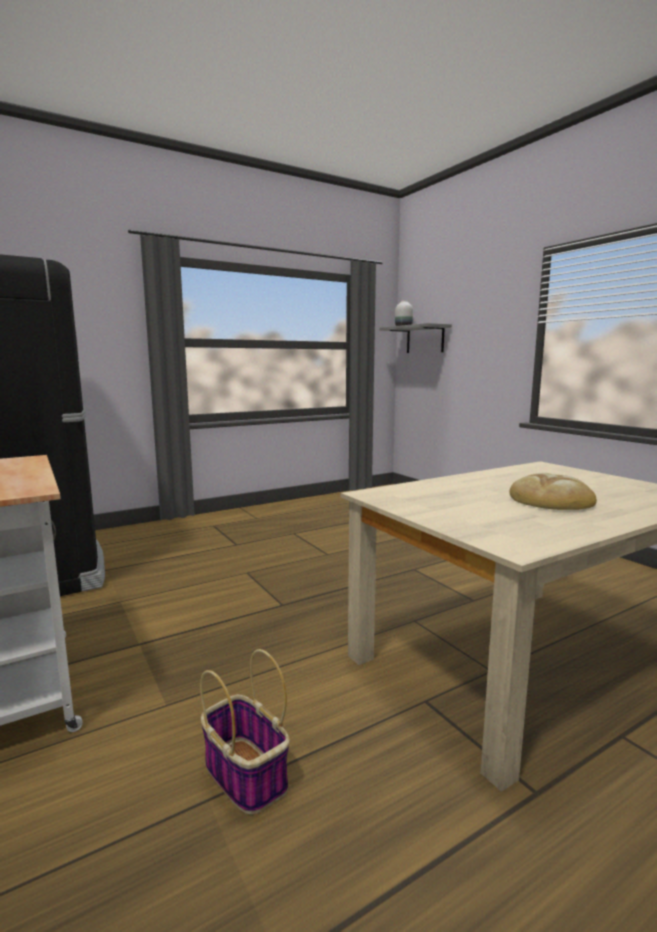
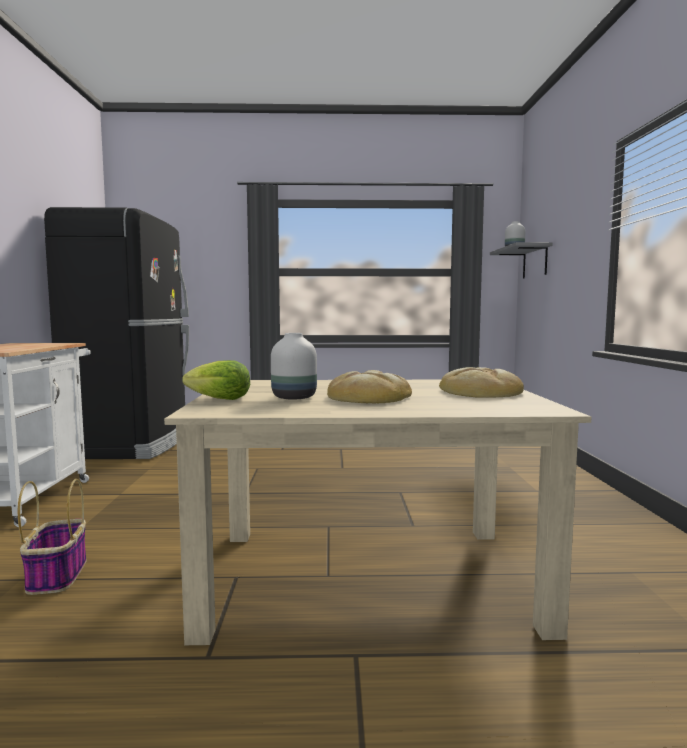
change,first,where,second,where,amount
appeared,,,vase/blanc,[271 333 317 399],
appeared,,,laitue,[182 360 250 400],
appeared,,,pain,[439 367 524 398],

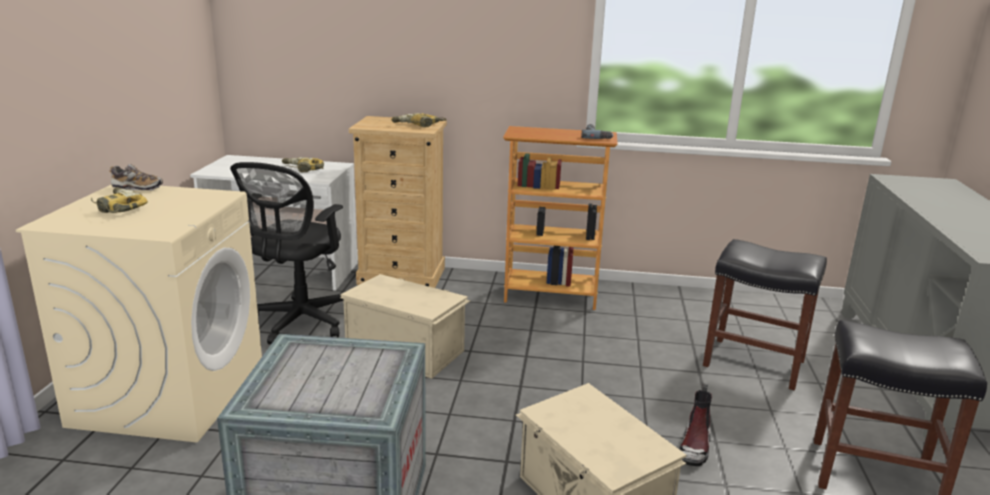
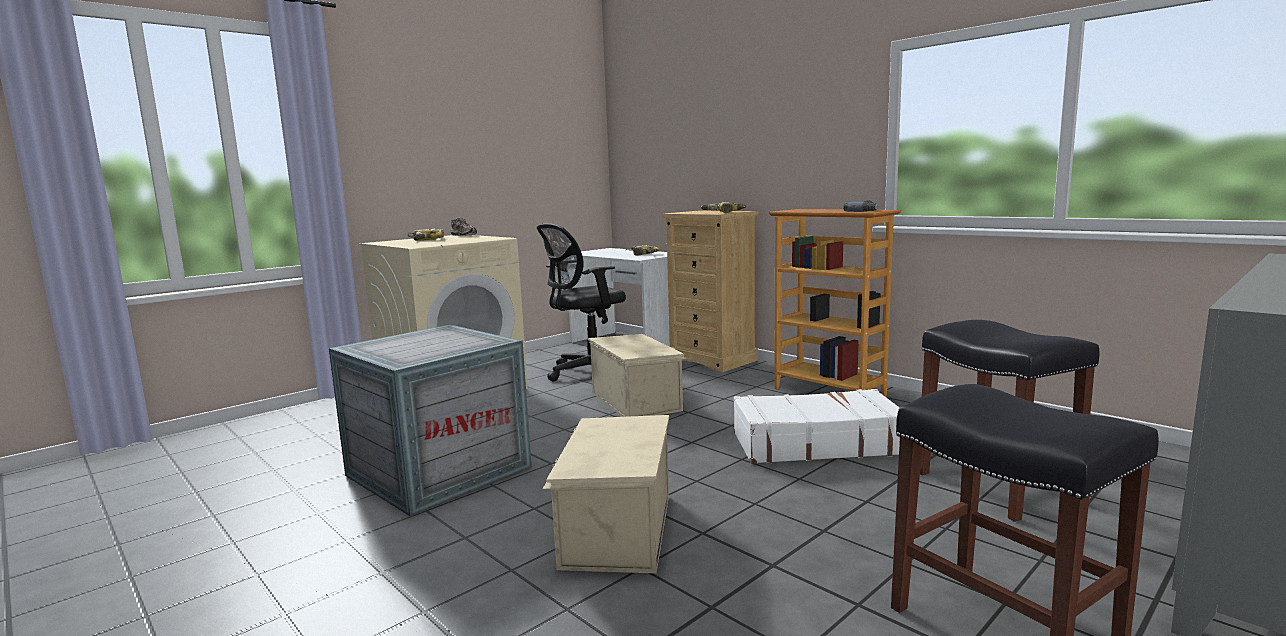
change,first,where,second,where,amount
missing,botte,[679 383 712 466],,,
appeared,,,valise/blanc,[734 389 900 464],

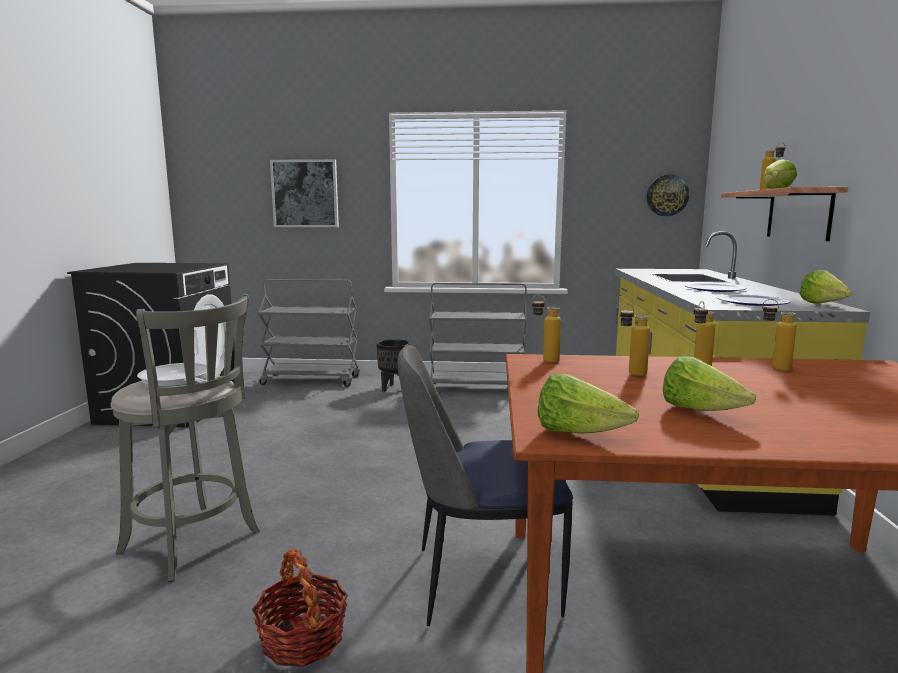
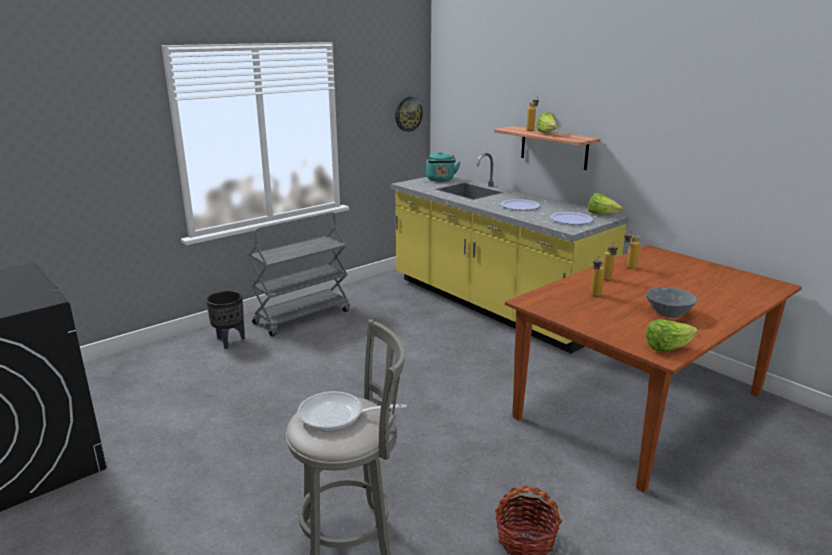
change,first,where,second,where,amount
missing,tableau,[270 159 339 227],,,
missing,chariot/gris,[258 279 360 387],,,
missing,bouteille,[532 295 561 363],,,
missing,chaise,[397 345 573 626],,,
exchanged,laitue,[663 357 756 411],bol/gris,[646 287 697 318],
appeared,,,bouilloire/turquoise,[426 152 461 181],

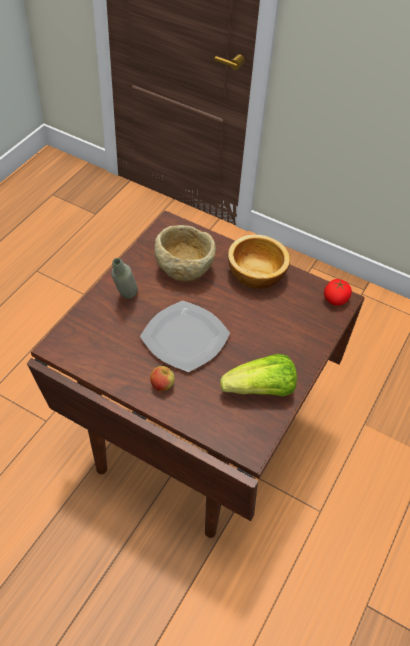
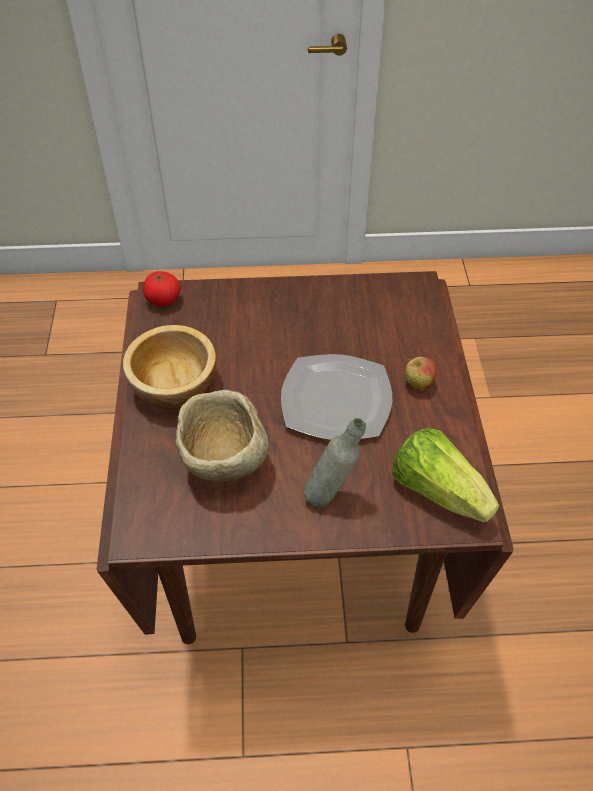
change,first,where,second,where,amount
relocated,laitue,[220 354 297 396],,[392 428 499 522],

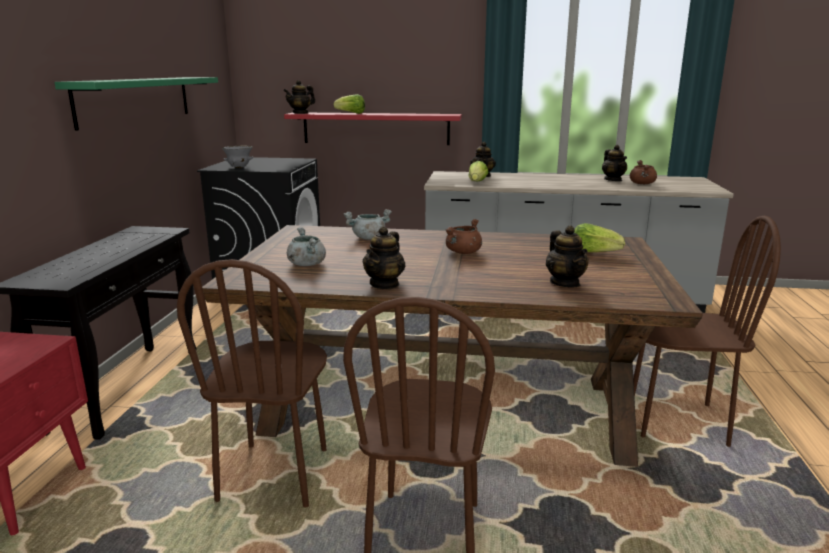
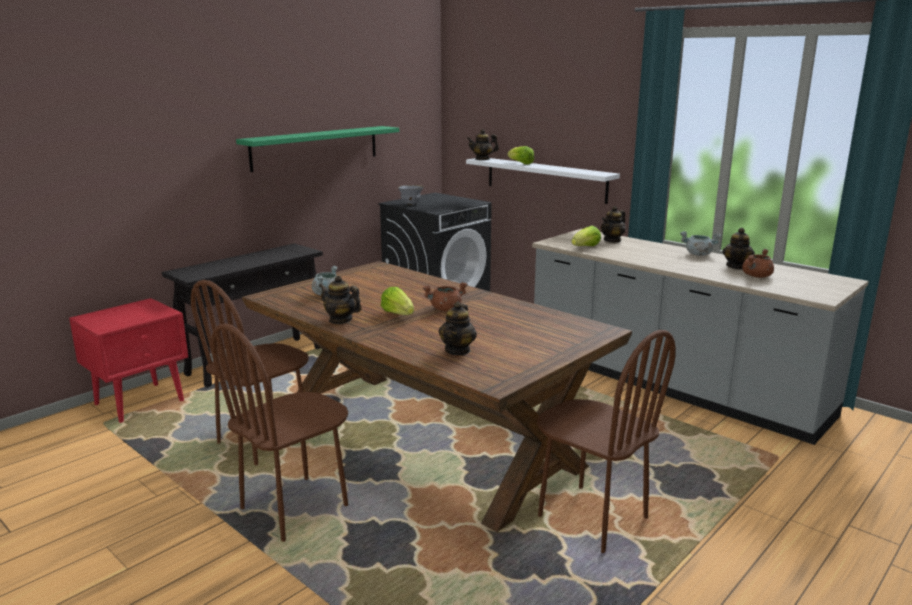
change,first,where,second,where,amount
colour,étagère/rouge,[284 113 462 145],étagère/blanc,[466 158 620 204],
relocated,marmite/gris,[344 209 392 240],,[680 231 721 256],
relocated,laitue,[574 223 625 252],,[381 287 414 315],
spun,théière,[363 226 405 289],,[319 275 362 324],60 degrees clockwise

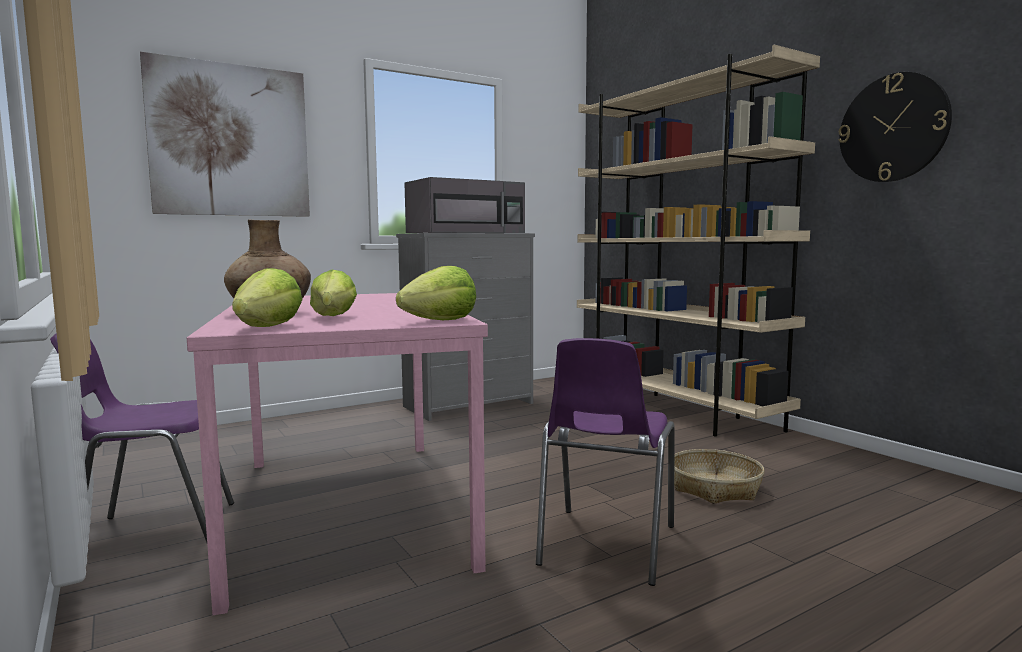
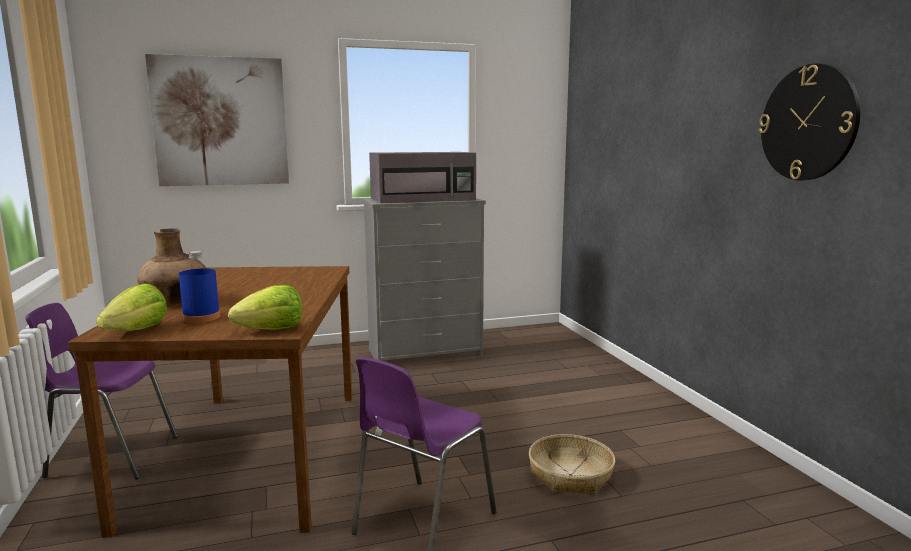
change,first,where,second,where,amount
missing,bibliothèque/beige,[577 44 820 437],,,
exchanged,laitue,[310 270 357 316],bouteille/bleu,[179 251 220 323],
colour,table à manger/rose,[187 293 488 615],table à manger/marron,[68 266 352 538],

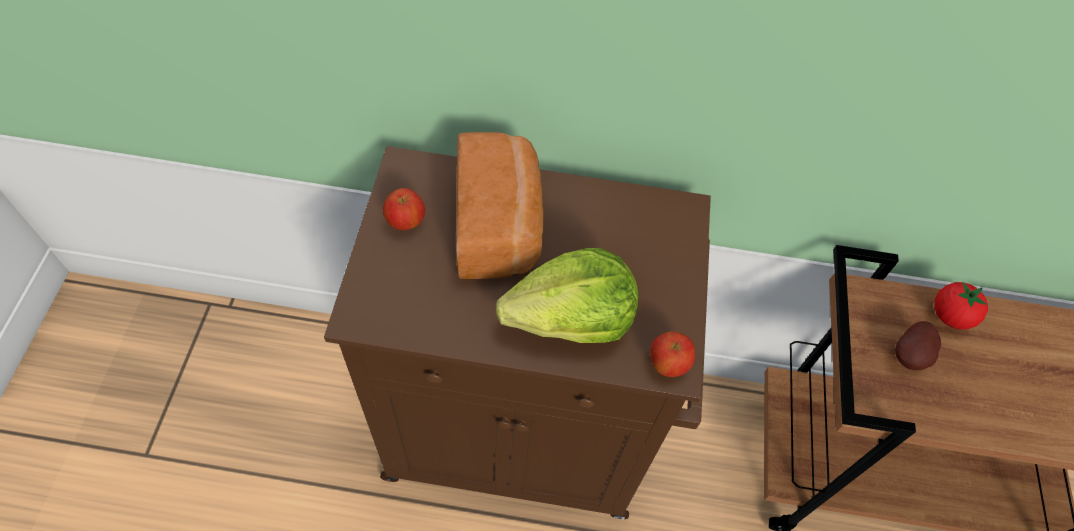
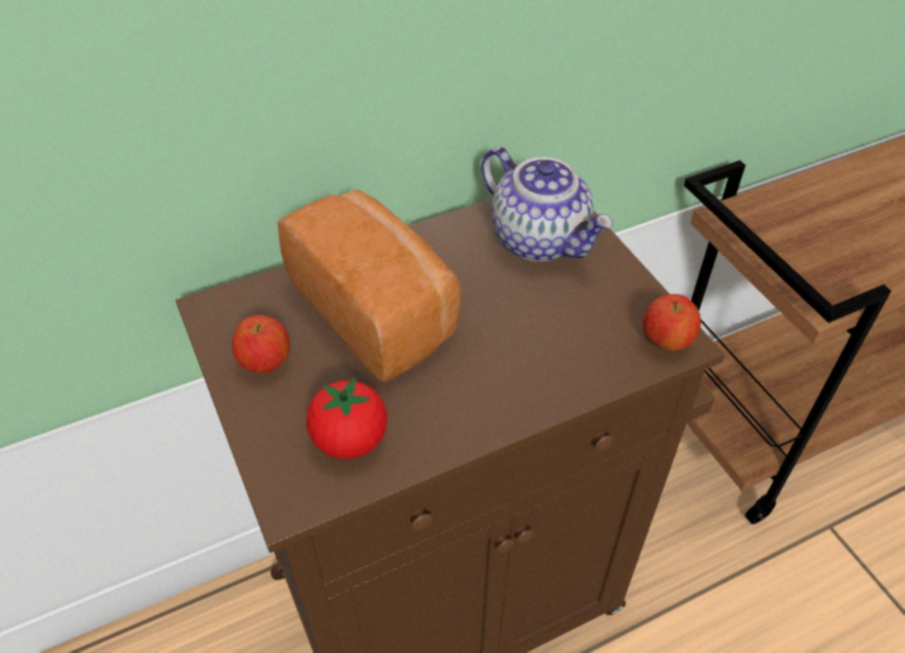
change,first,where,second,where,amount
missing,laitue,[496 248 639 343],,,
relocated,tomate,[934 282 988 329],,[306 377 388 459],
missing,pomme de terre,[895 321 941 370],,,
appeared,,,théière,[481 147 613 262],

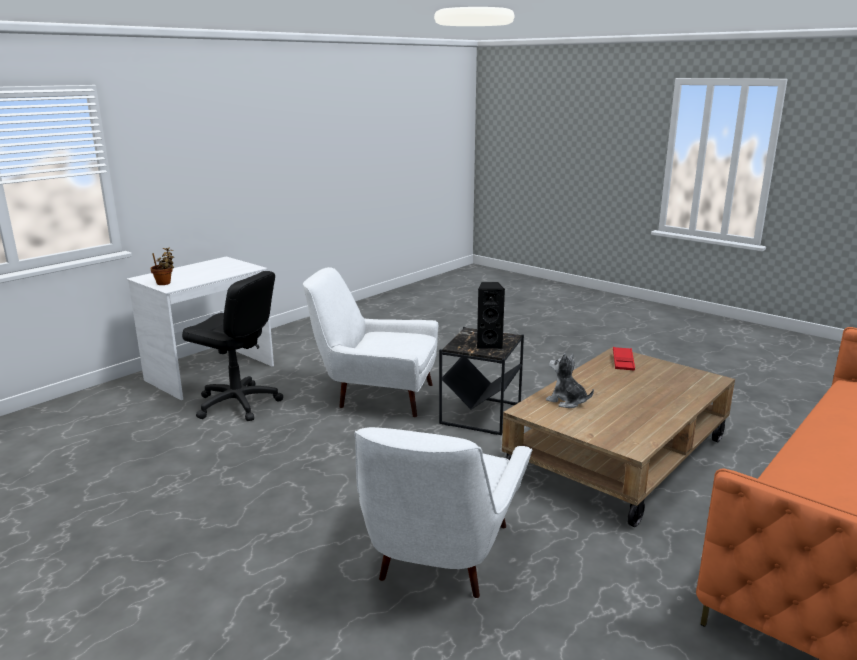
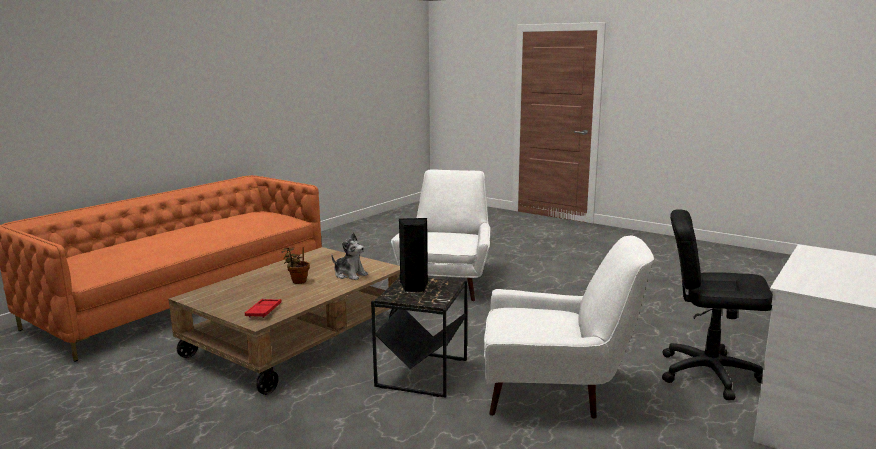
change,first,where,second,where,amount
relocated,plante en pot,[150 247 174 285],,[281 246 310 284],

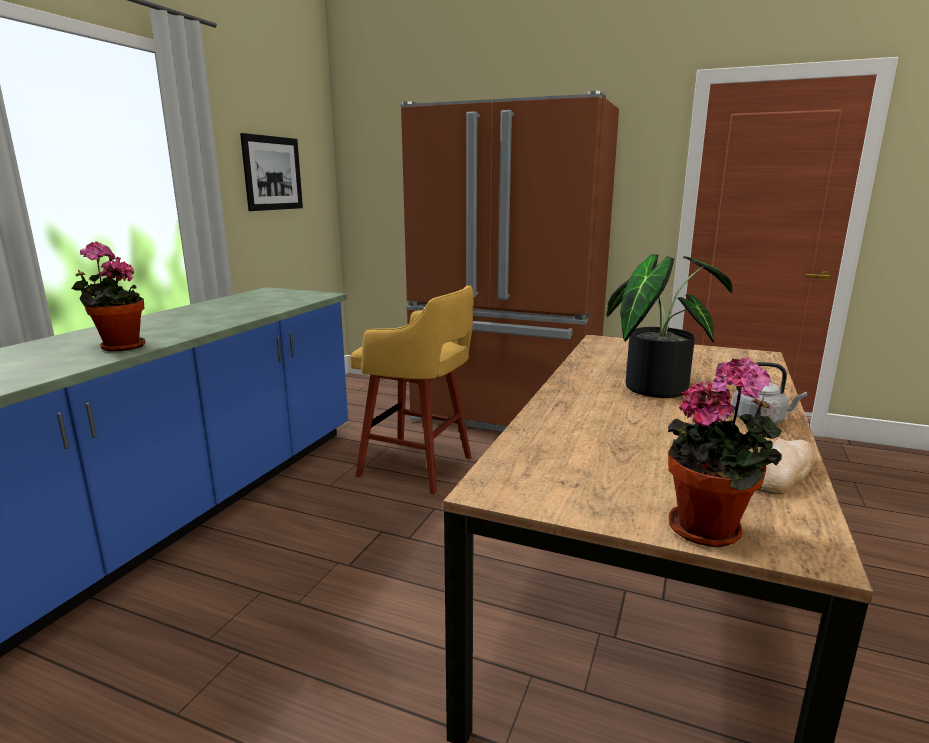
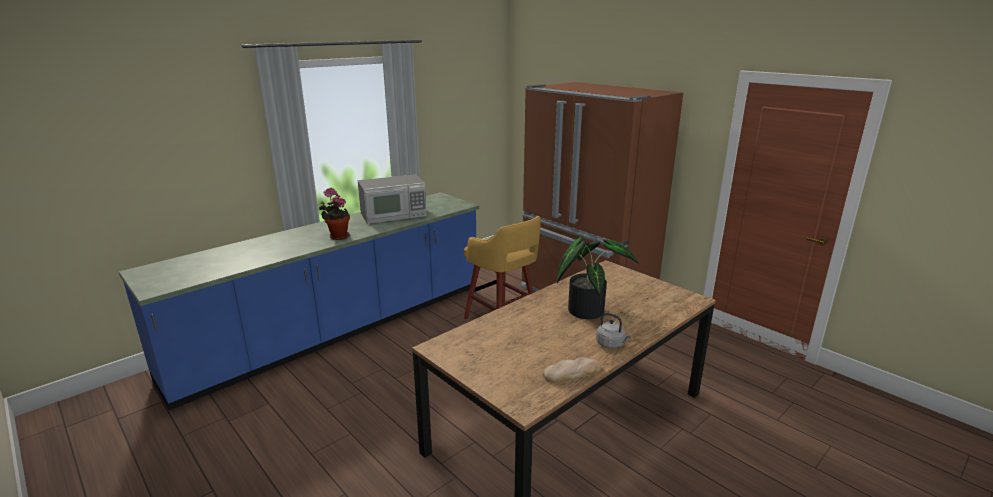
change,first,where,second,where,amount
missing,tableau,[240 133 303 211],,,
missing,plante en pot,[668 357 782 547],,,
appeared,,,micro-ondes,[357 174 427 224],

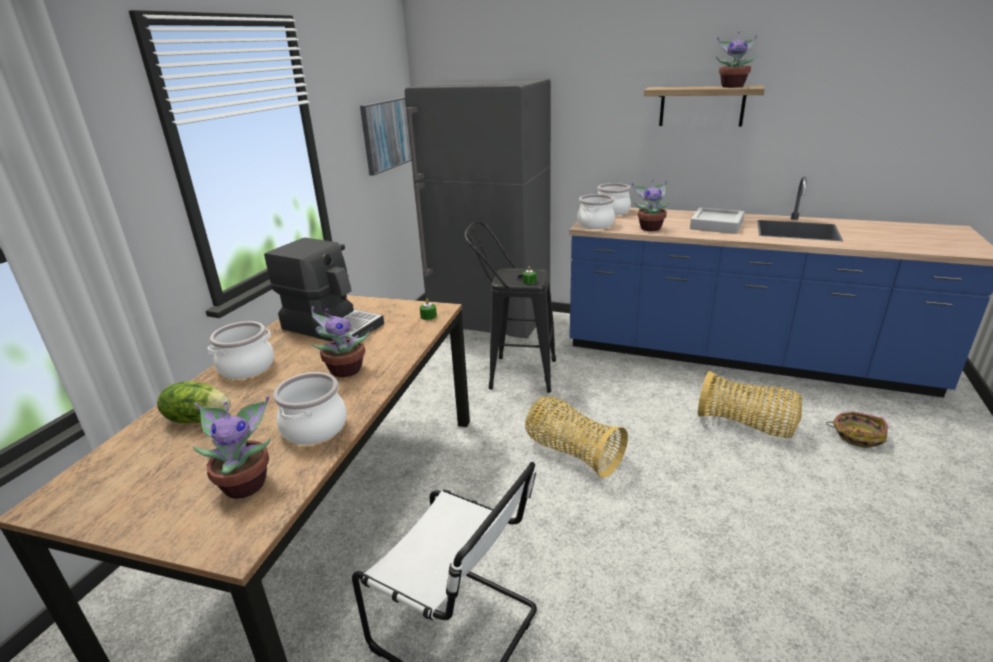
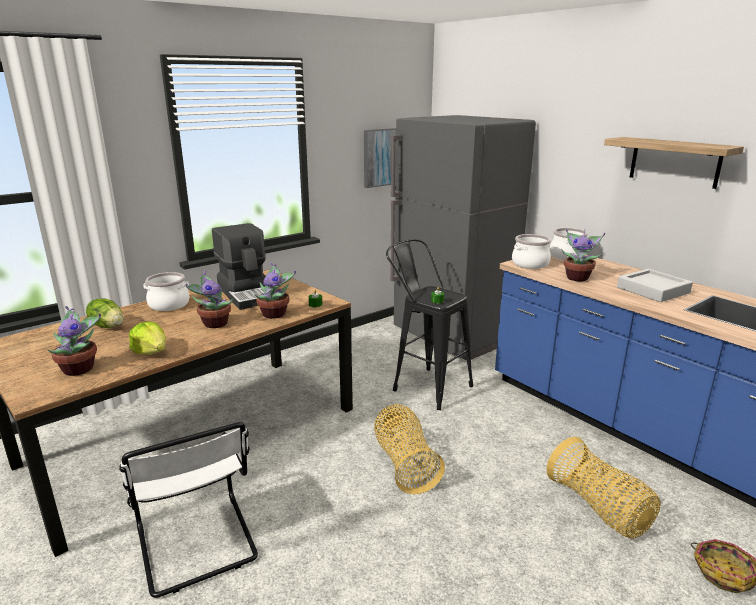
change,first,where,second,where,amount
relocated,plante en pot,[716 32 757 88],,[254 263 296 319],
exchanged,marmite,[273 372 347 445],laitue,[129 321 166 355],

